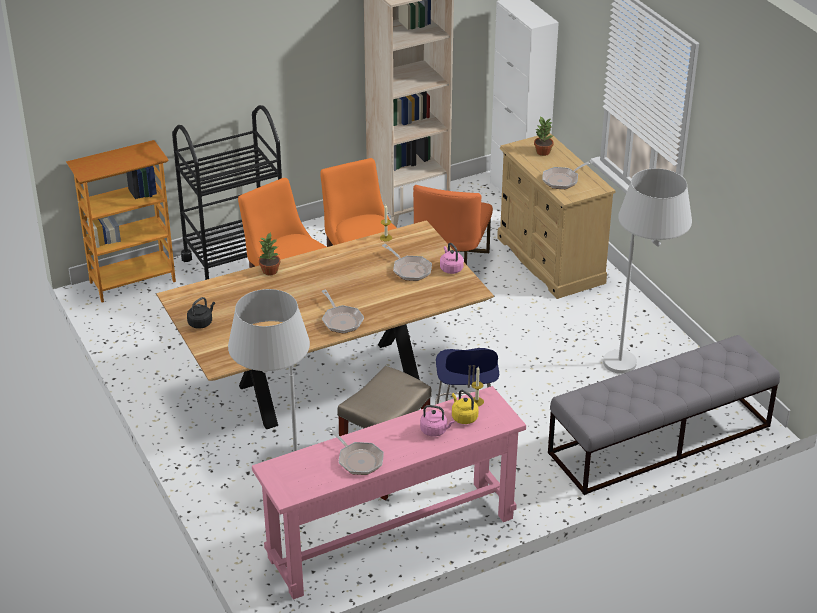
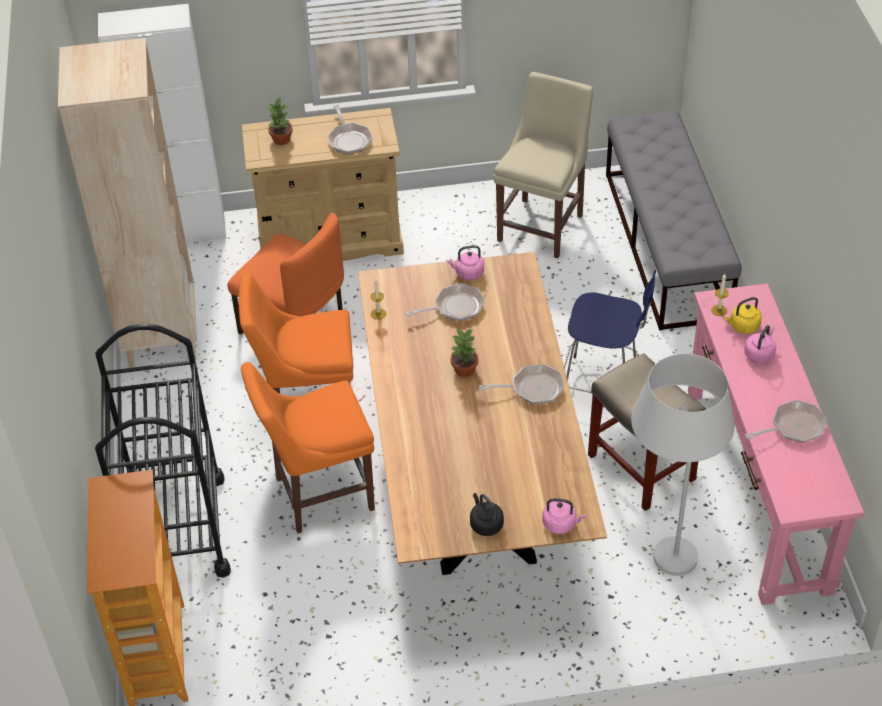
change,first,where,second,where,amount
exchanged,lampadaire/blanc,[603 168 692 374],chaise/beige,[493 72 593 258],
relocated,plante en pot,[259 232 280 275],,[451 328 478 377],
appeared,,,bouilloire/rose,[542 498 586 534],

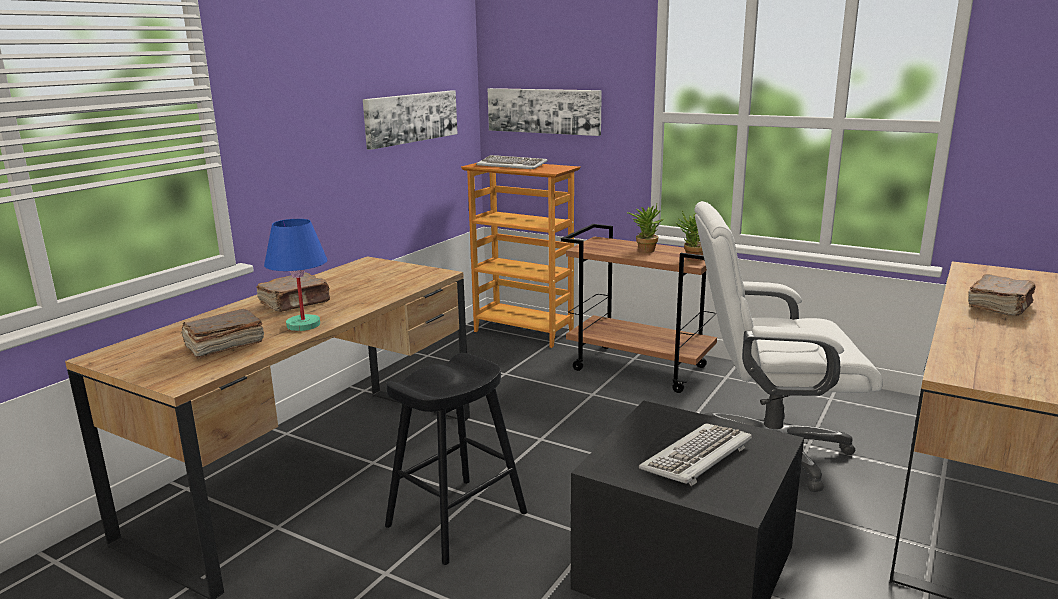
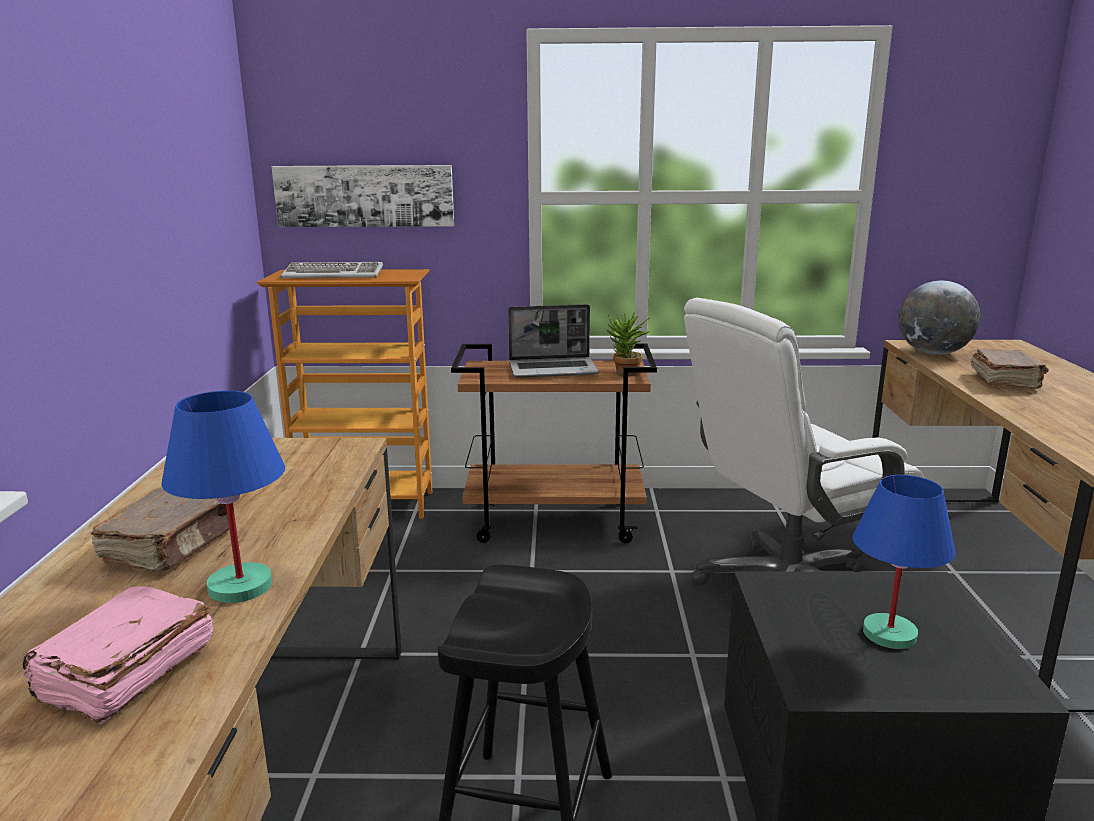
change,first,where,second,where,amount
missing,tableau,[363 90 457 150],,,
exchanged,plante en pot,[627 204 664 253],ordinateur portable,[508 304 599 378],
colour,livre/marron,[181 309 264 359],livre/rose,[22 586 213 724],
exchanged,clavier,[639 424 752 486],lampe de table/bleu,[852 475 955 649],
appeared,,,globe,[899 281 980 355],

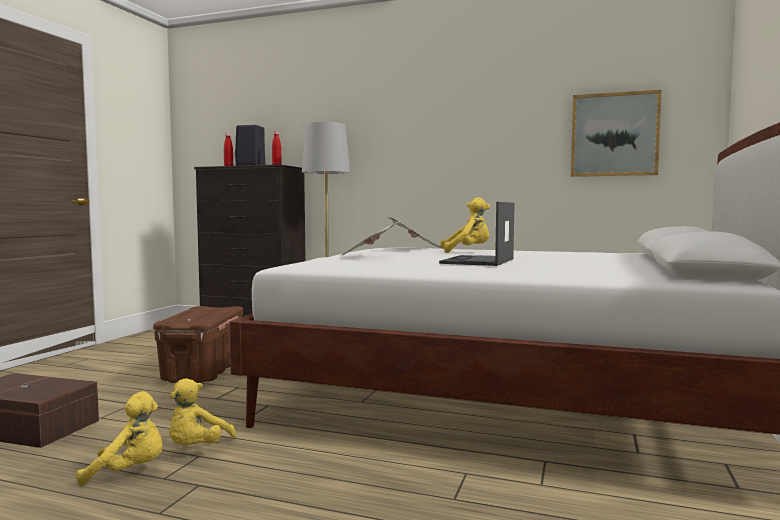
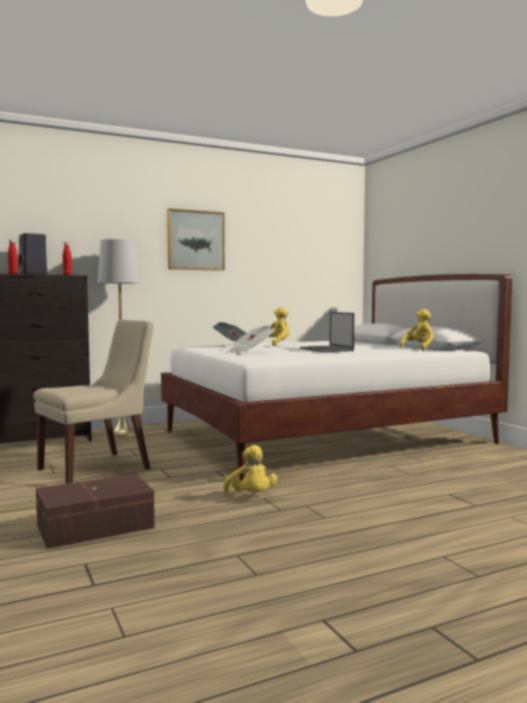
change,first,where,second,where,amount
relocated,tableau,[571 90 662 177],,[167 208 225 271],
exchanged,boîte de rangement/marron,[153 306 243 383],chaise/beige,[34 319 154 484],
relocated,peluche/jaune,[76 391 163 486],,[399 309 434 351],

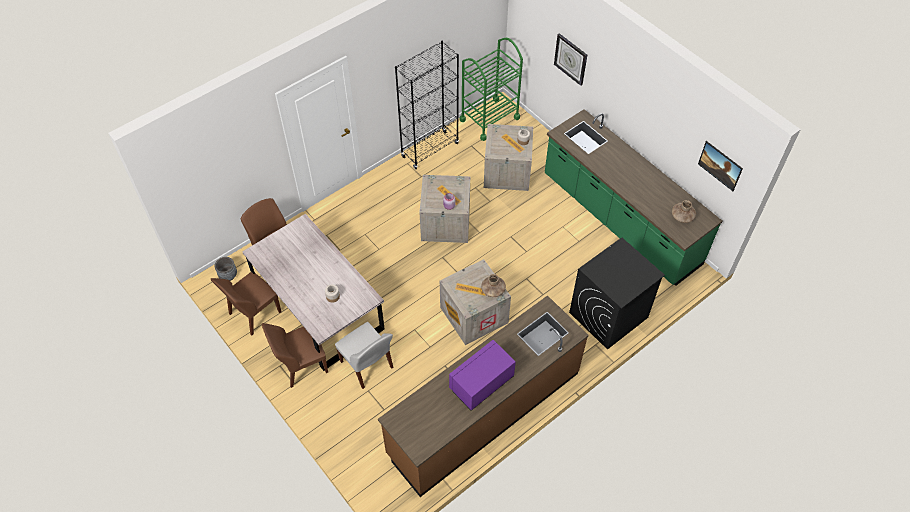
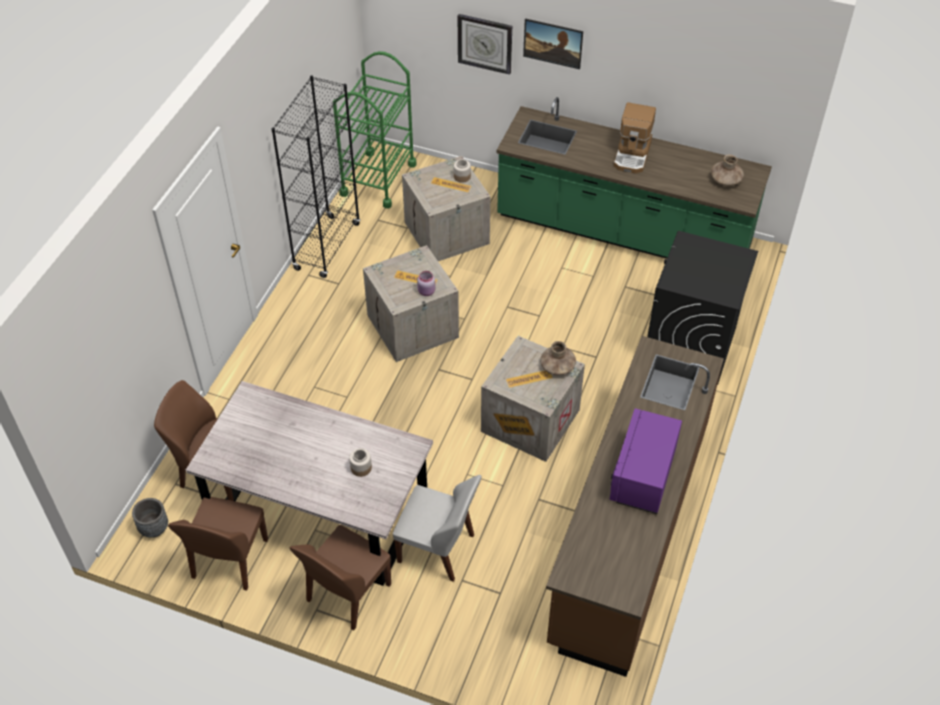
change,first,where,second,where,amount
relocated,tableau,[698 141 743 191],,[523 18 583 69],
appeared,,,machine à café,[614 102 656 173],

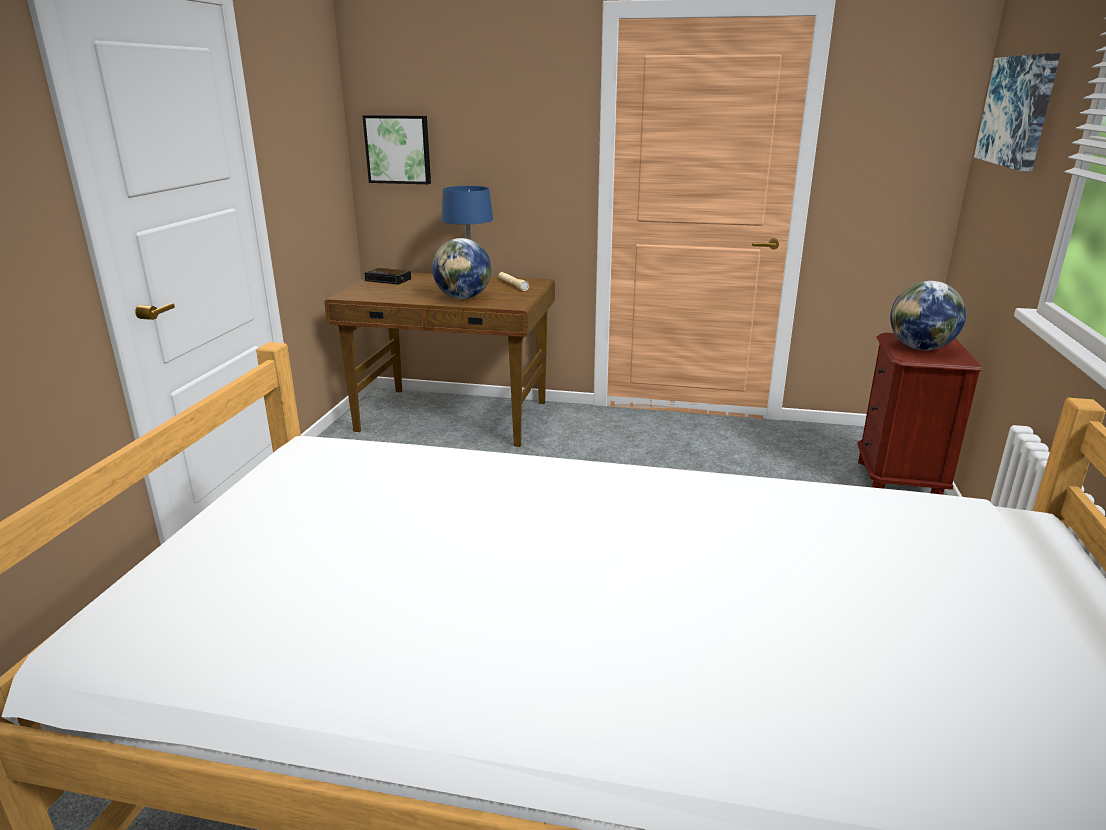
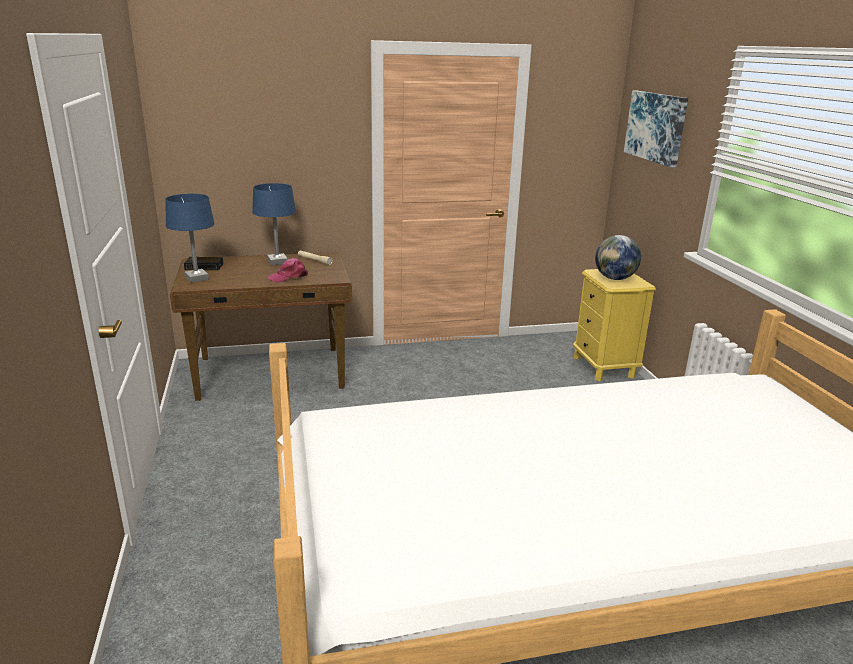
change,first,where,second,where,amount
missing,tableau,[363 115 431 184],,,
exchanged,globe,[432 238 491 299],casquette/rose,[267 258 308 283],
colour,table de chevet/marron,[857 333 981 495],table de chevet/jaune,[573 269 656 381],
appeared,,,lampe de table/bleu,[165 194 214 283],

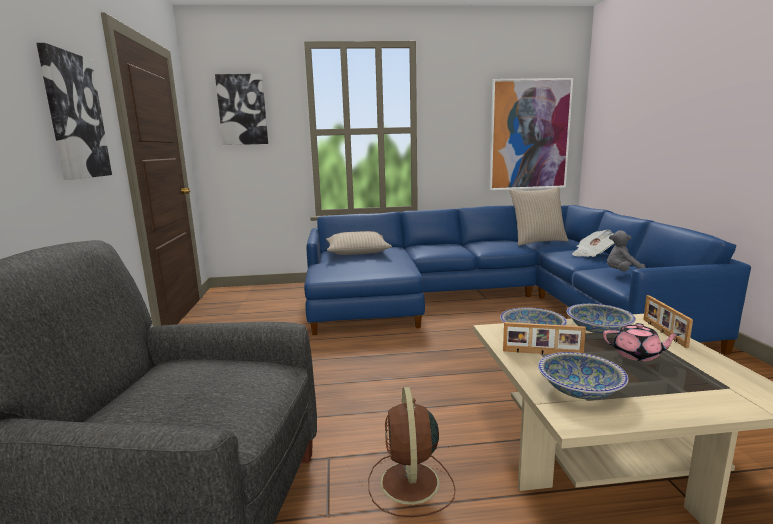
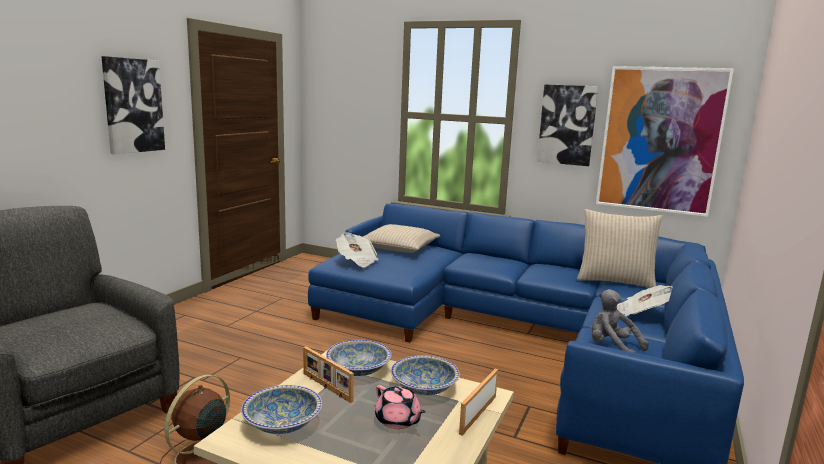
change,first,where,second,where,amount
relocated,tableau,[215 74 268 145],,[537 85 599 166],
appeared,,,journal,[336 232 379 268],

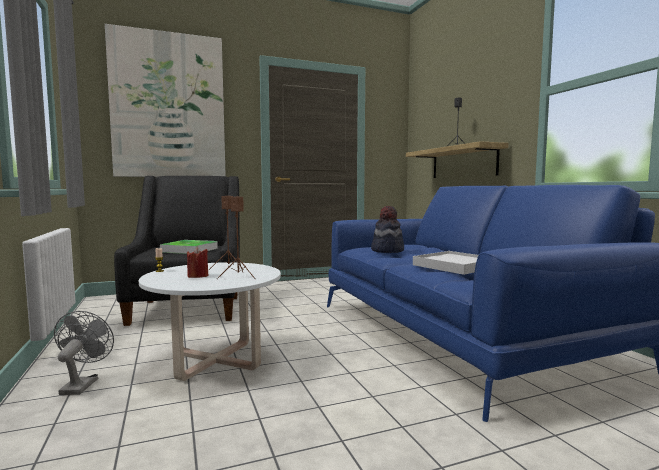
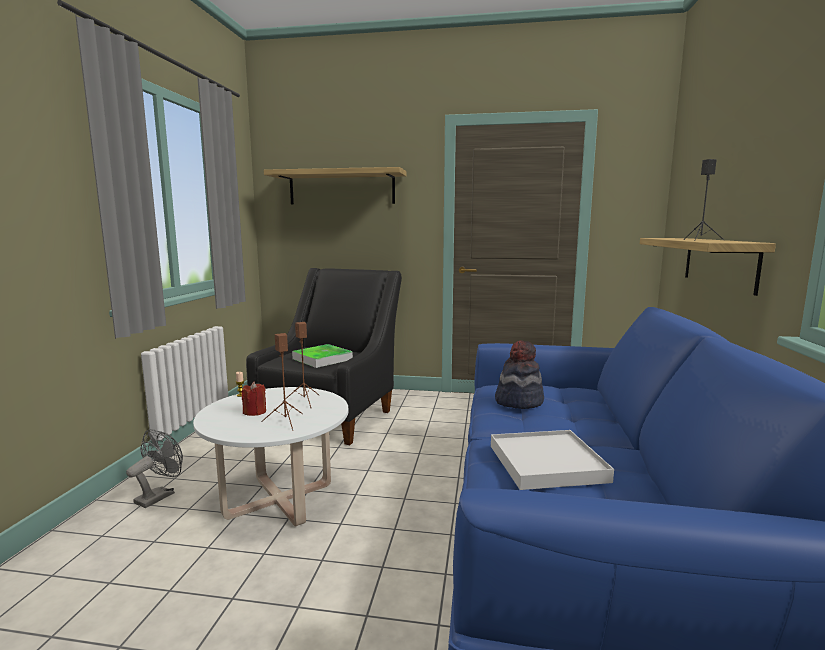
change,first,where,second,where,amount
exchanged,tableau,[105 24 226 177],étagère,[264 167 406 205],

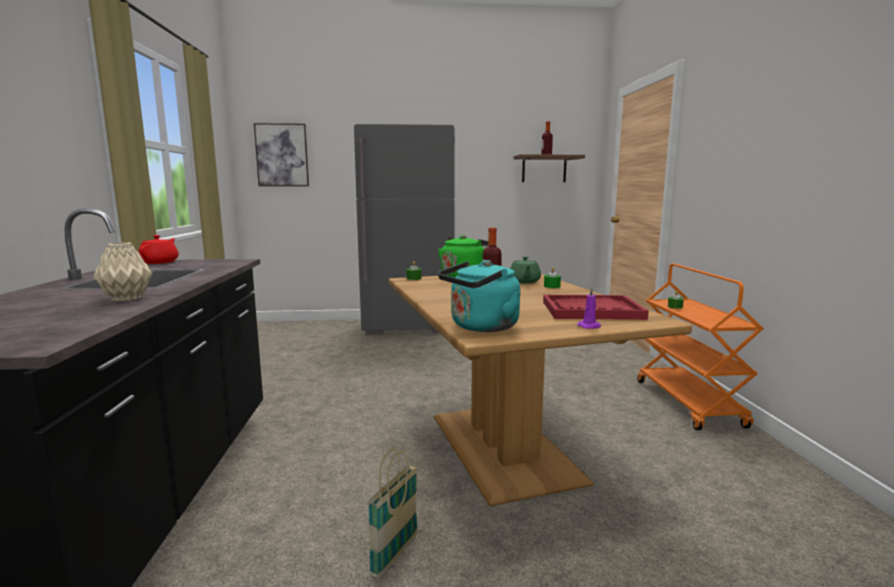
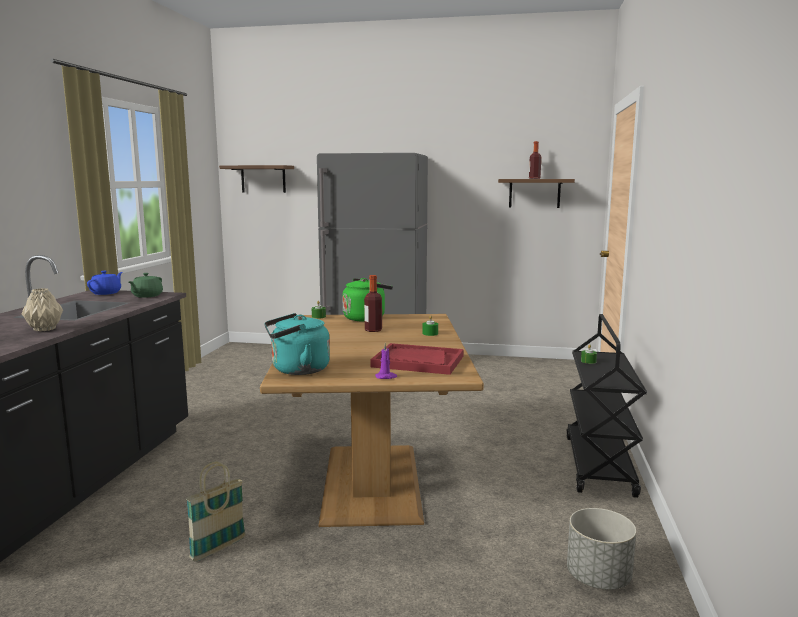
change,first,where,second,where,amount
exchanged,tableau,[254 123 309 186],étagère/marron,[219 165 294 193],
colour,théière/rouge,[138 235 179 264],théière/bleu,[87 271 122 295],
relocated,théière/vert,[510 257 541 284],,[129 273 163 298],
colour,chariot/orange,[637 264 764 430],chariot/noir,[566 314 647 498],
appeared,,,cache-pot/gris,[567 508 636 590],

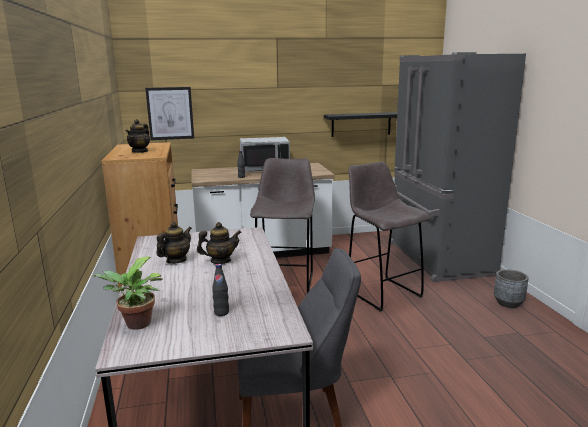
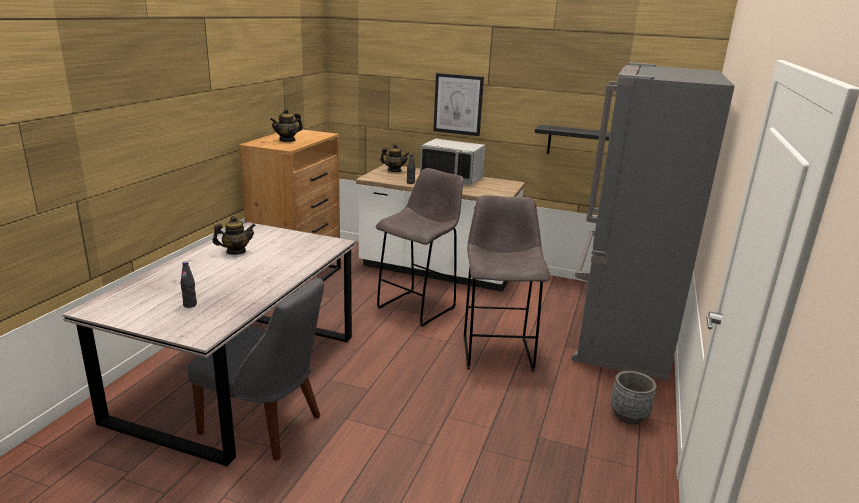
change,first,where,second,where,amount
relocated,tableau,[145 87 194 140],,[433 73 484 136],
relocated,théière,[197 222 241 264],,[380 144 409 172],
missing,plante en pot,[92 257 163 330],,,

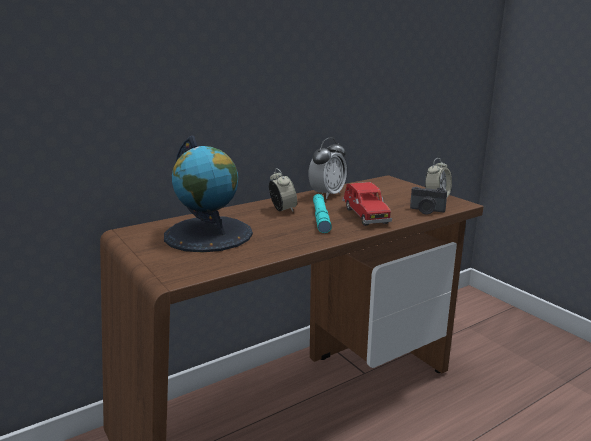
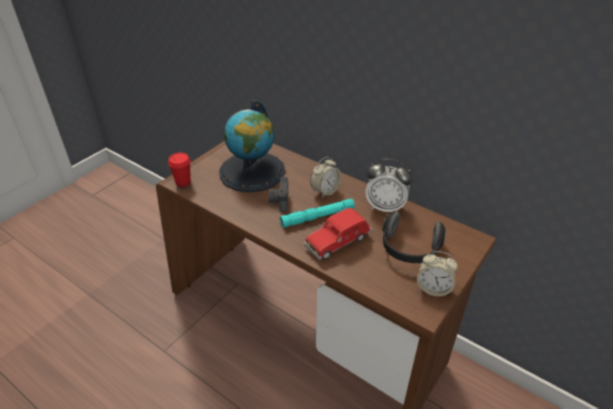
change,first,where,second,where,amount
relocated,appareil photo,[410 187 447 214],,[269 177 288 212],
appeared,,,tasse/rouge,[168 153 191 187],
appeared,,,casque audio,[382 211 446 263],

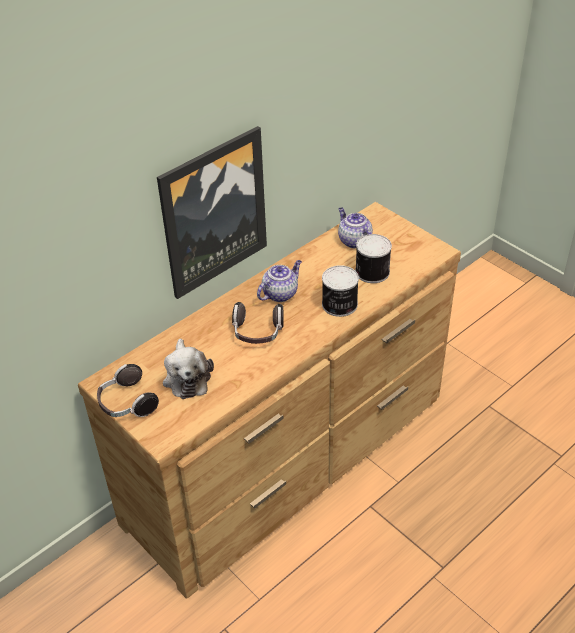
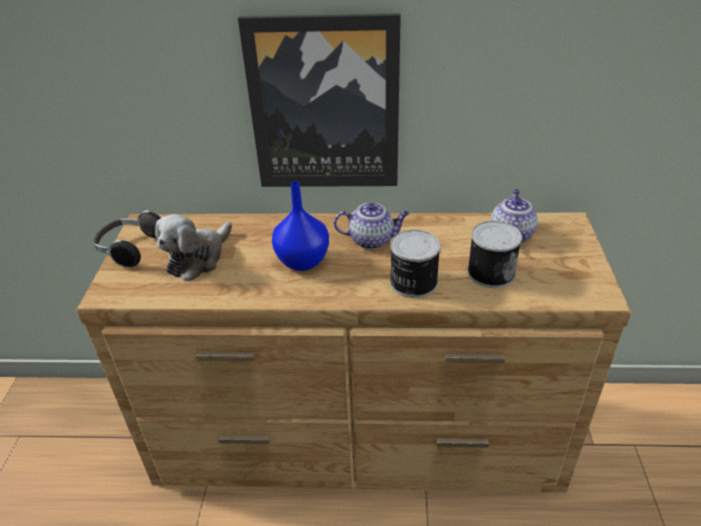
change,first,where,second,where,amount
exchanged,casque audio,[232 302 284 344],vase/bleu,[272 181 329 271],

